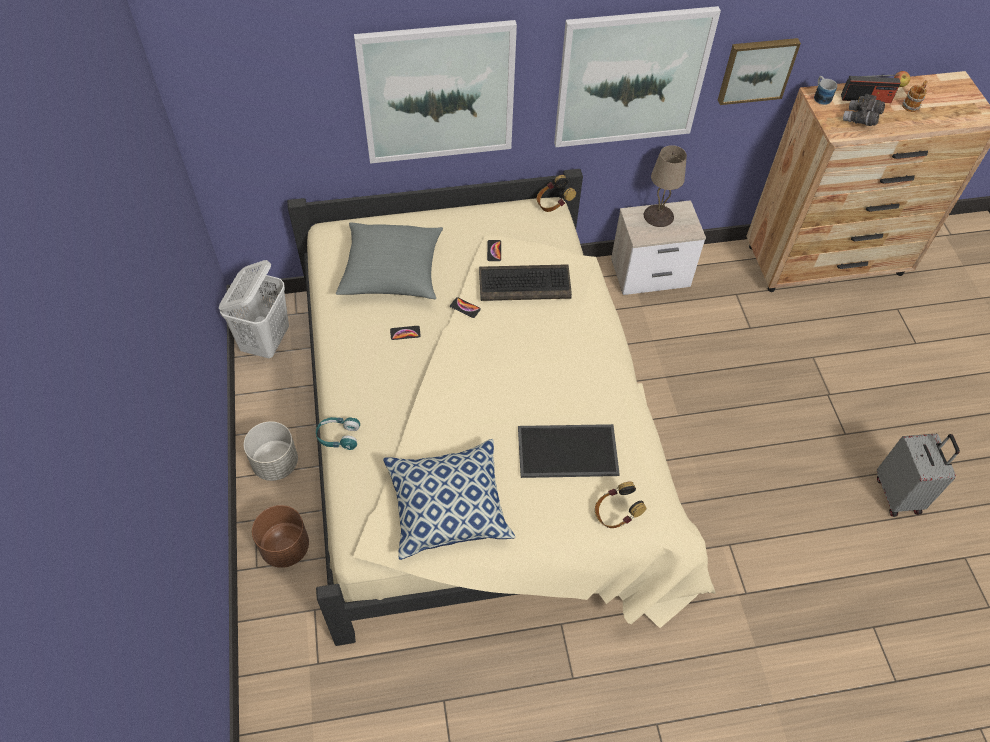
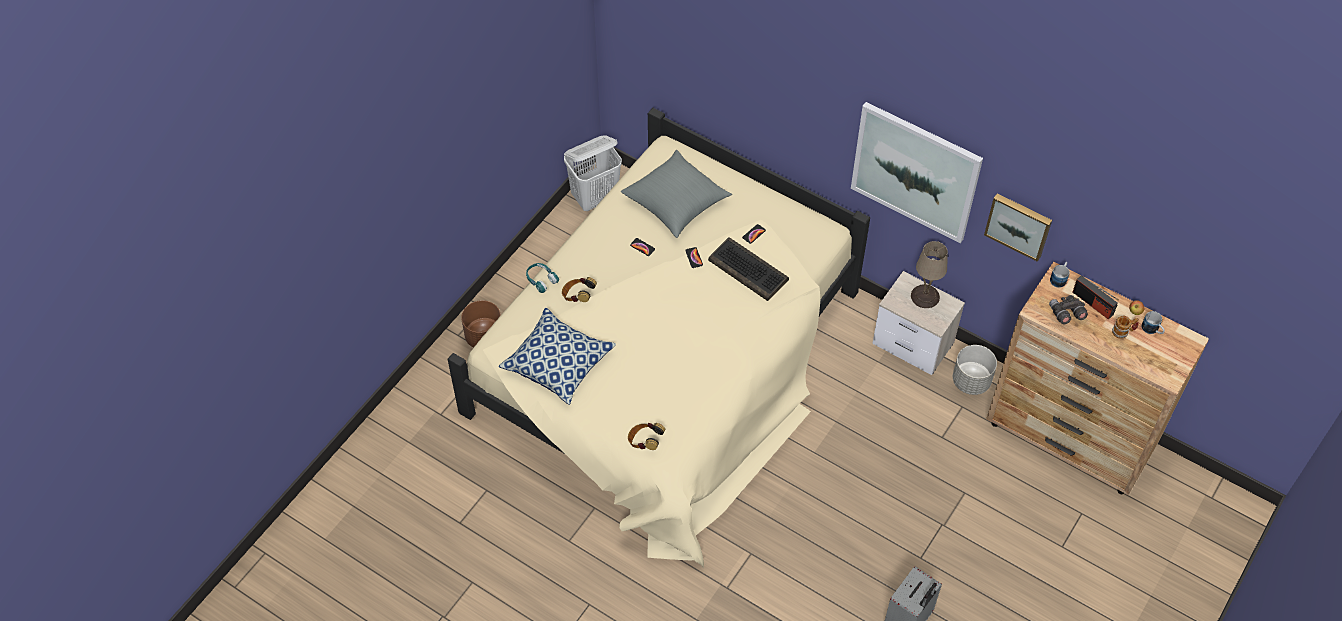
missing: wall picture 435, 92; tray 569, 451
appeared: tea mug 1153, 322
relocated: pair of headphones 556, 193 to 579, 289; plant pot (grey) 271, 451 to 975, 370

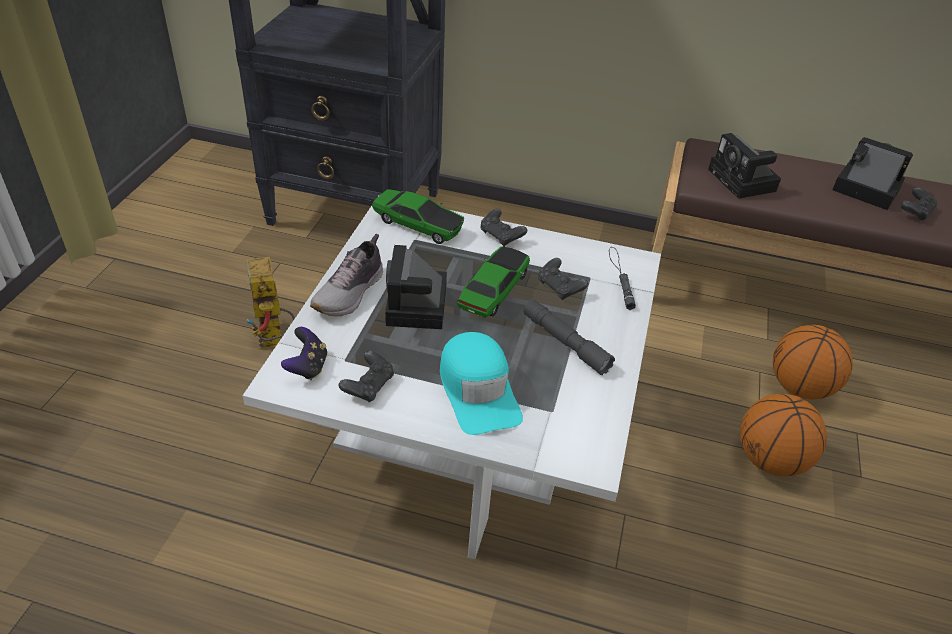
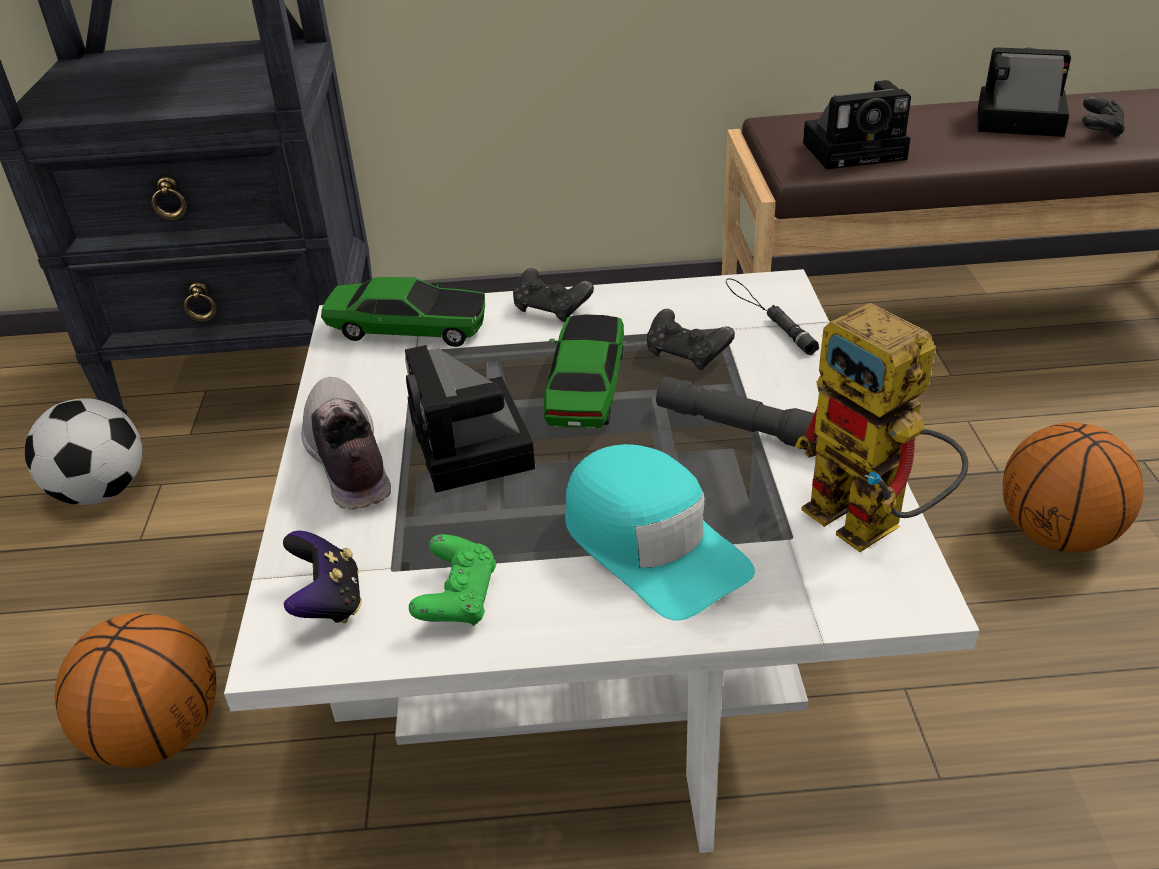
appeared: football ball 83, 451
relocated: ball for basketball 813, 362 to 136, 690; robot figure 270, 303 to 881, 427
colour: game controller (black) 366, 376 to game controller (green) 452, 580
spun: low shoe 346, 275 = 346, 443 150 degrees clockwise; still camera 744, 166 = 857, 125 60 degrees counterclockwise

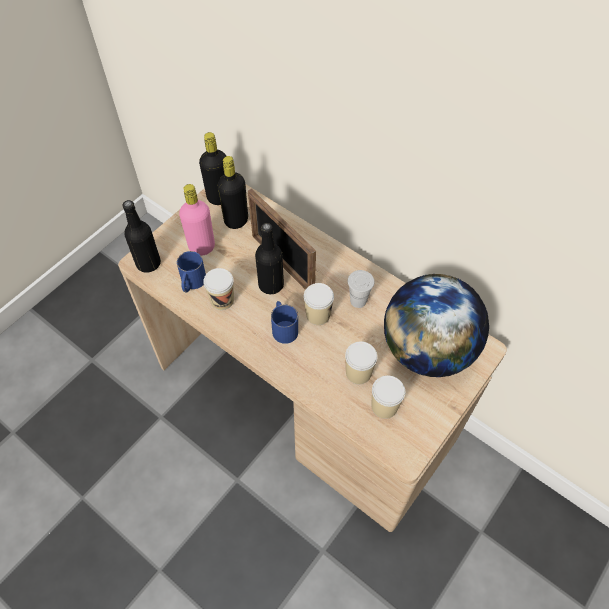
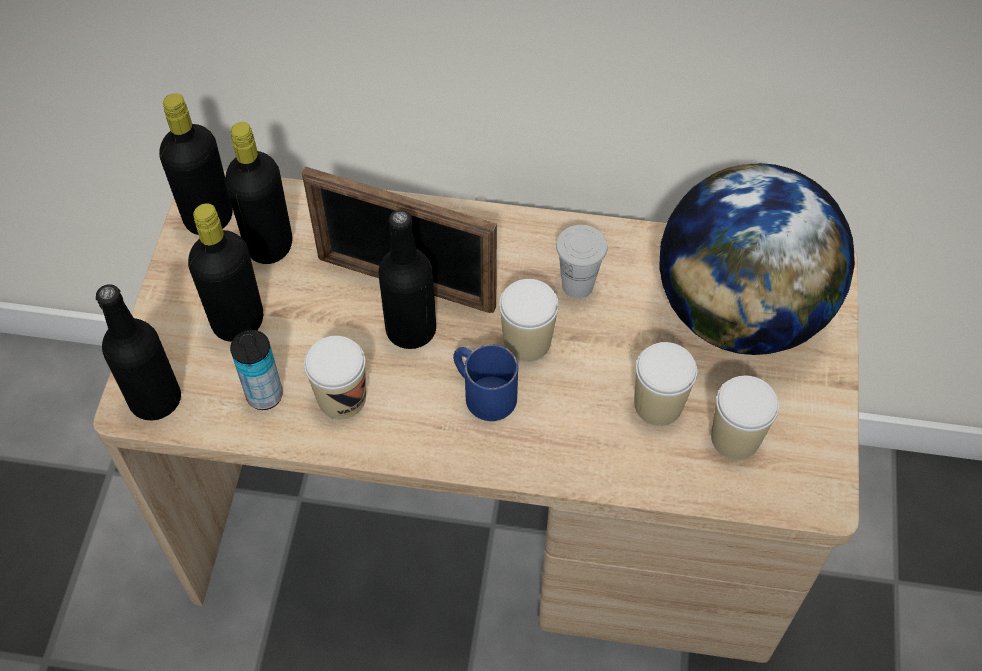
exchanged: tea mug (bluish) 191, 272 to sealed can 256, 370
colour: drink bottle (pink-coloured) 197, 220 to drink bottle (black) 225, 272

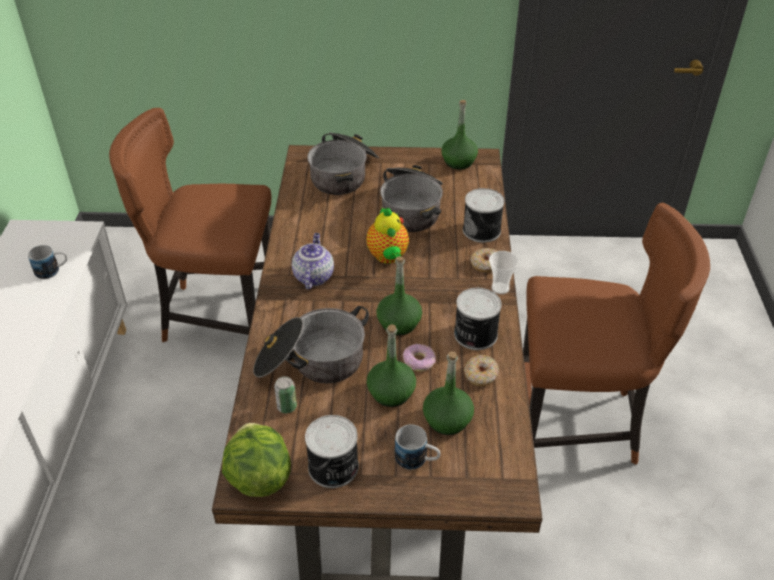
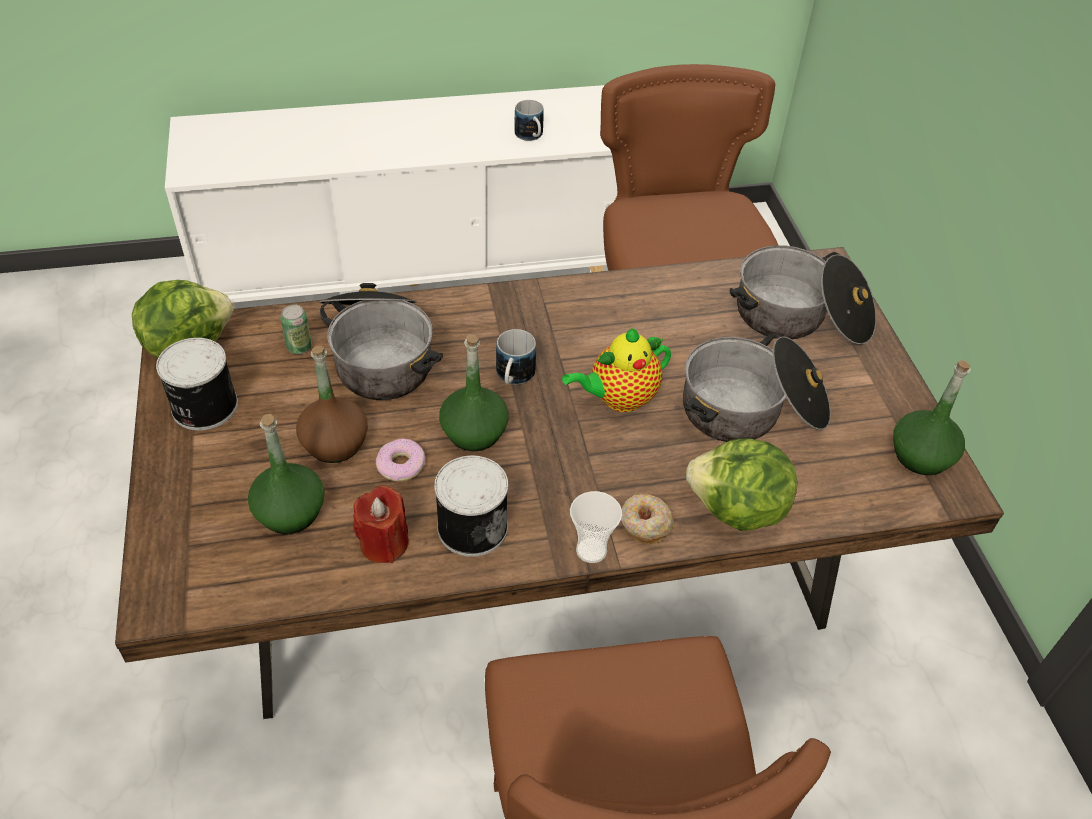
missing: pot for tea 313, 261
relocated: tea mug 417, 447 to 516, 357
exchanged: donut 481, 370 to wax candle (red) 381, 524; sealed can 483, 215 to head of lettuce 742, 484
colour: drink bottle (green) 391, 365 to drink bottle (brownish) 332, 404

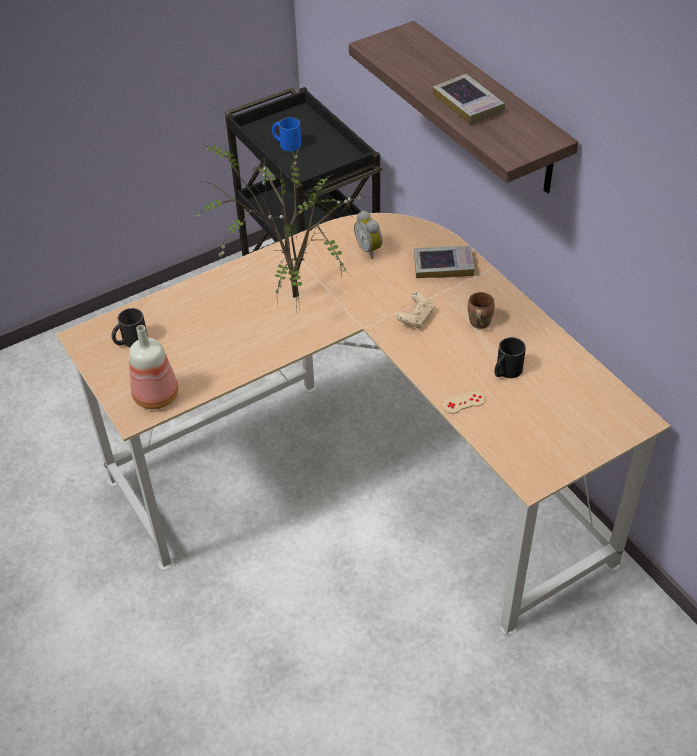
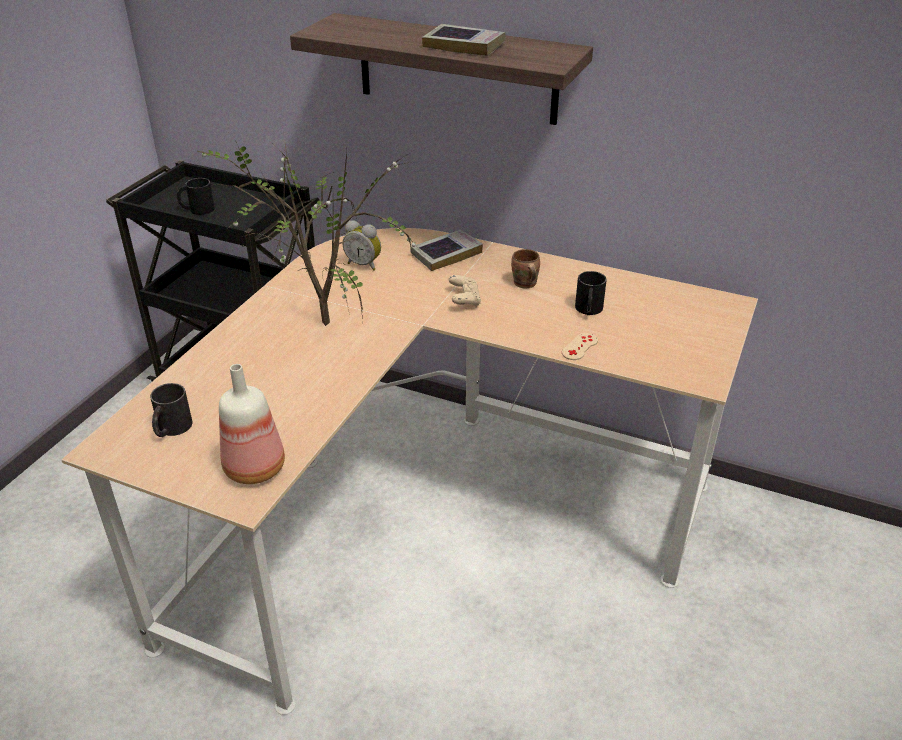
colour: tea mug (bluish) 286, 134 to tea mug (black) 196, 196

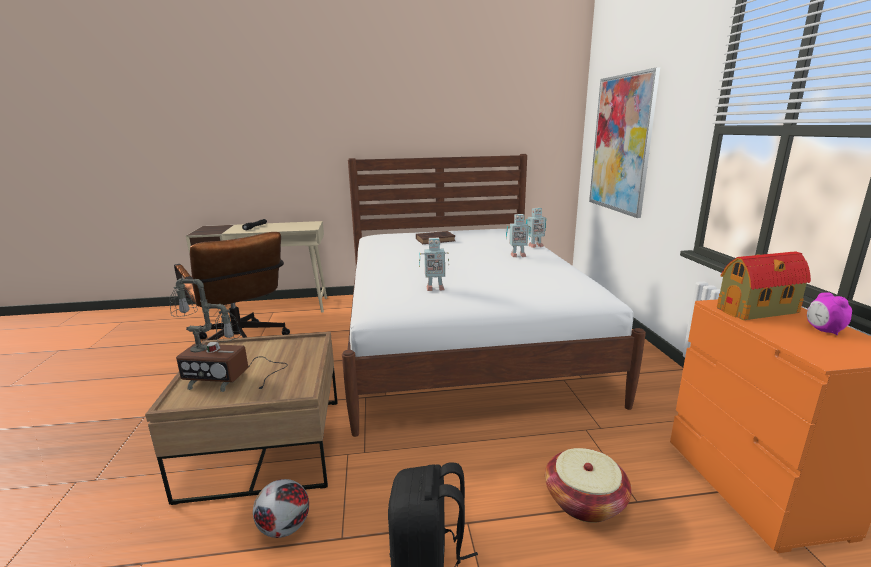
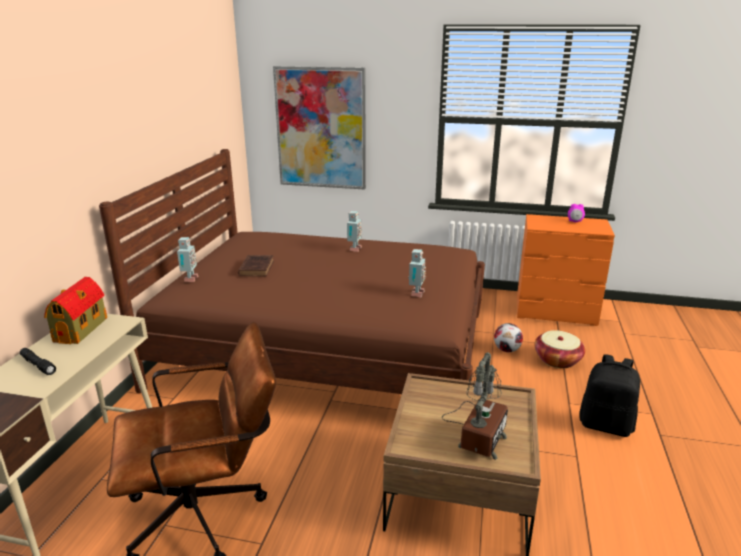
relocated: miniature house 764, 285 to 75, 310; robot figure 536, 228 to 187, 259; football ball 281, 508 to 508, 337
colour: bedroom bed (white) 494, 295 to bedroom bed (brownish) 292, 271

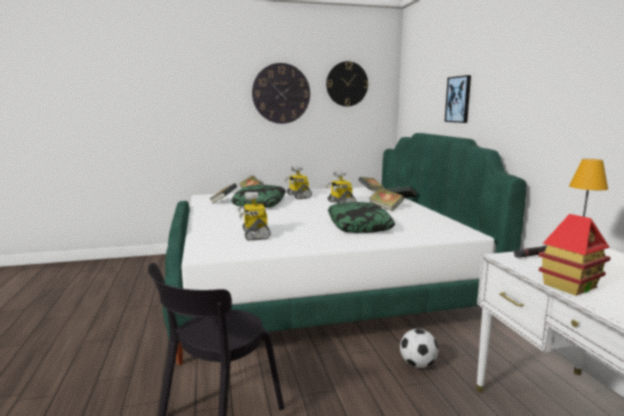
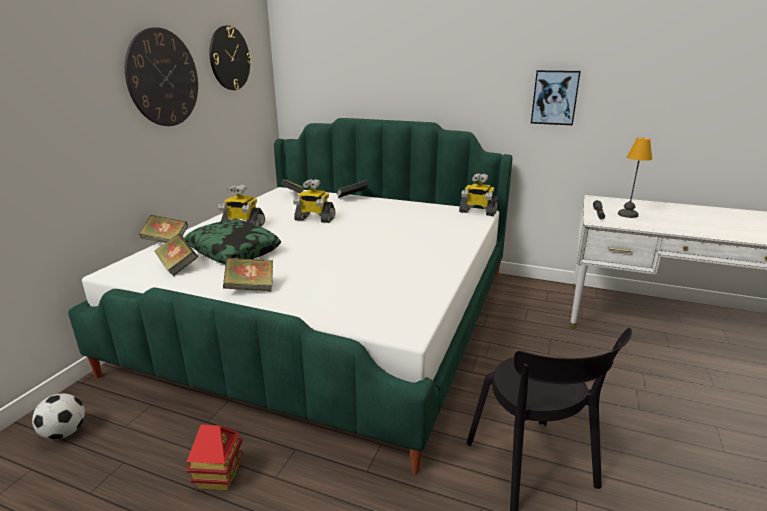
missing: cushion 361, 217
relocated: football ball 419, 348 to 58, 416; miniature house 575, 255 to 214, 457; bound book 386, 199 to 248, 274; robot figure 254, 216 to 478, 194; wall picture 458, 99 to 556, 97

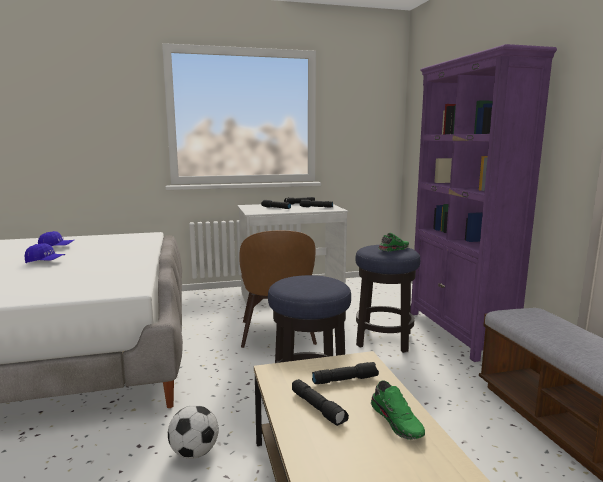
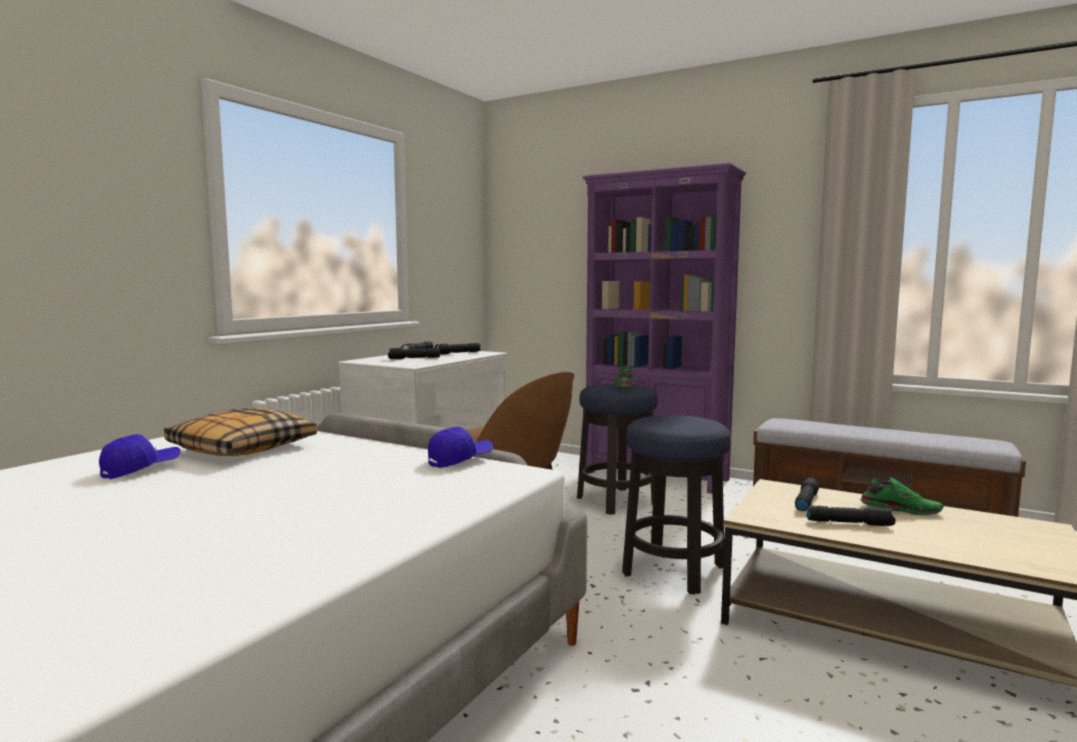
missing: football ball 193, 432
appeared: cushion 240, 432
relocated: cap (bluish) 45, 253 to 460, 447

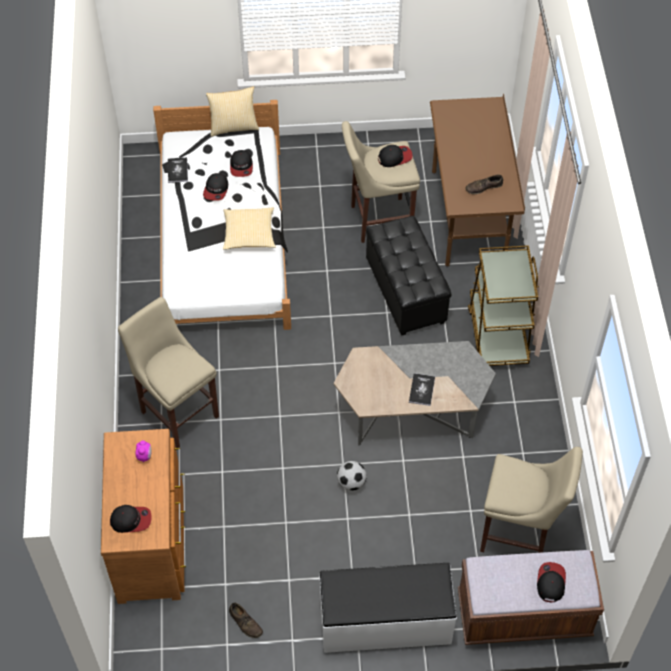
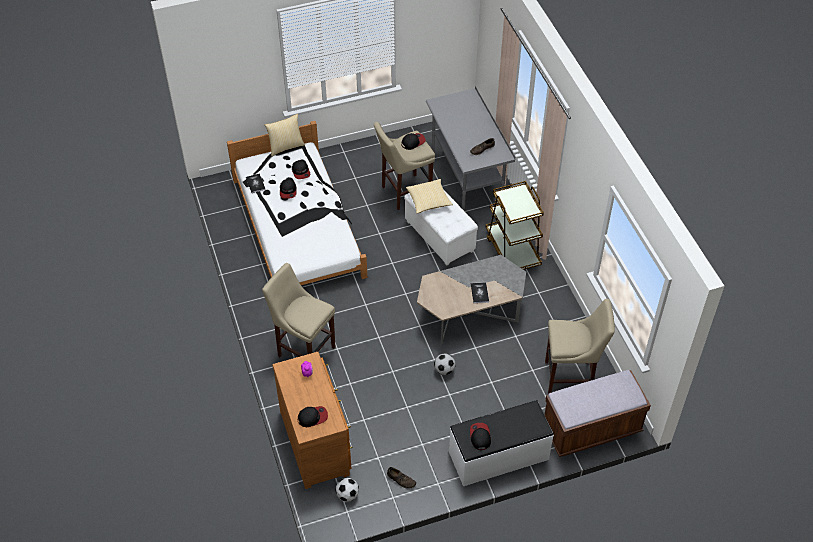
appeared: football ball 347, 490
relocated: cushion 249, 228 to 429, 196; cap 551, 582 to 480, 436
colour: footrest (black) 409, 276 to footrest (white) 441, 227; desk table (brownish) 477, 180 to desk table (grey) 470, 148

